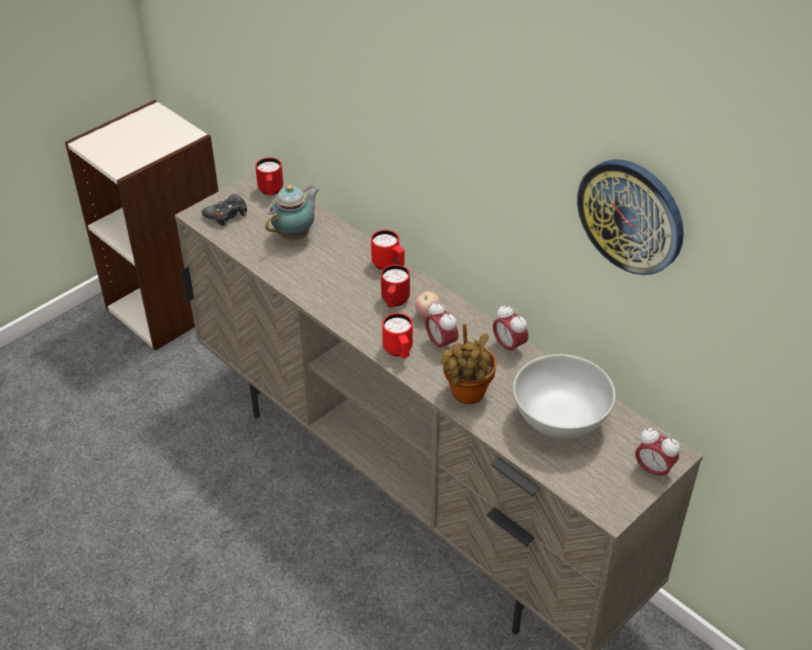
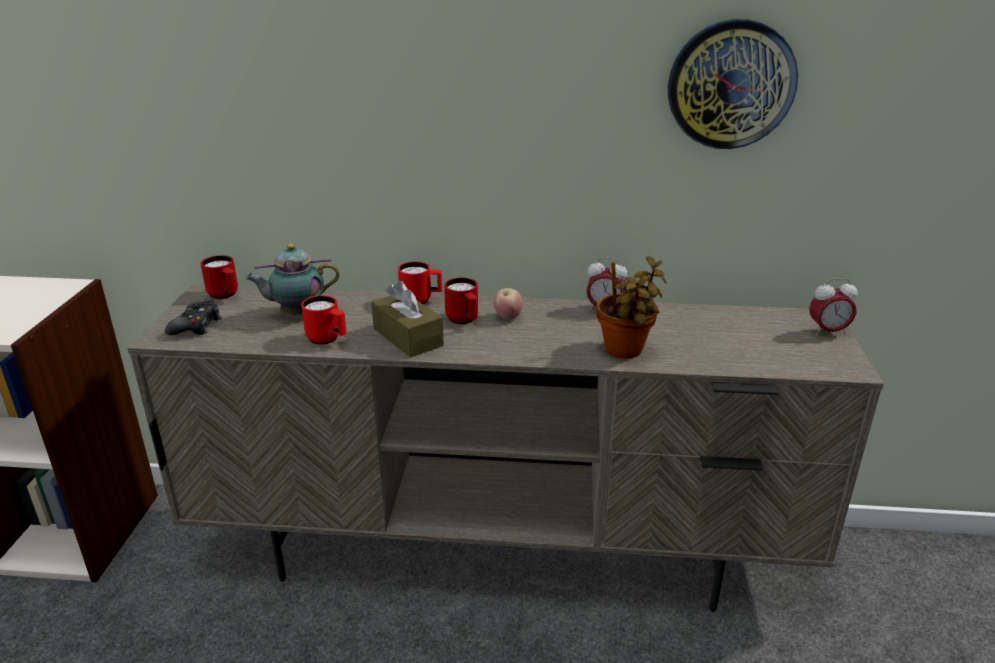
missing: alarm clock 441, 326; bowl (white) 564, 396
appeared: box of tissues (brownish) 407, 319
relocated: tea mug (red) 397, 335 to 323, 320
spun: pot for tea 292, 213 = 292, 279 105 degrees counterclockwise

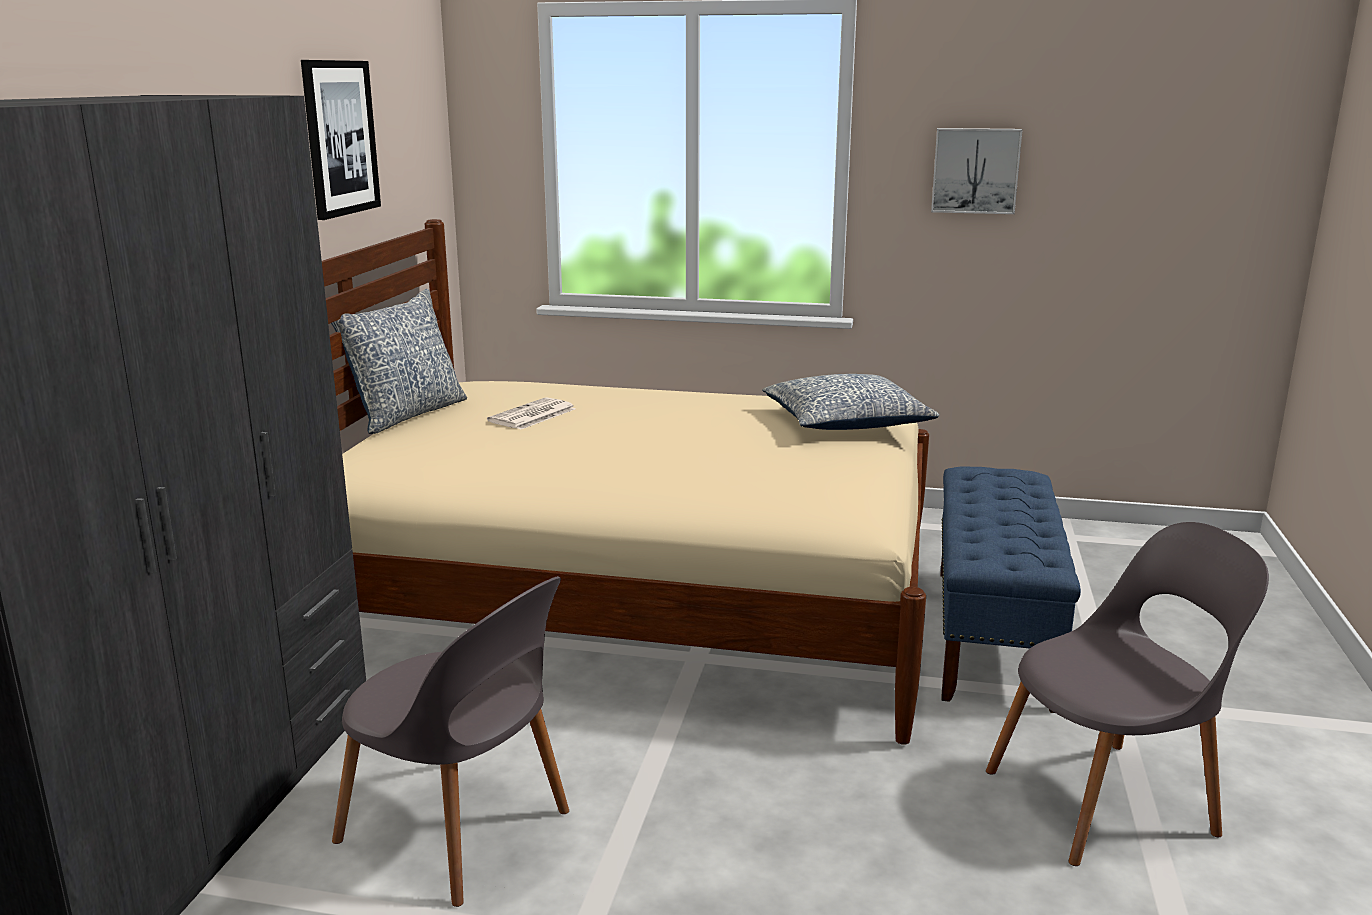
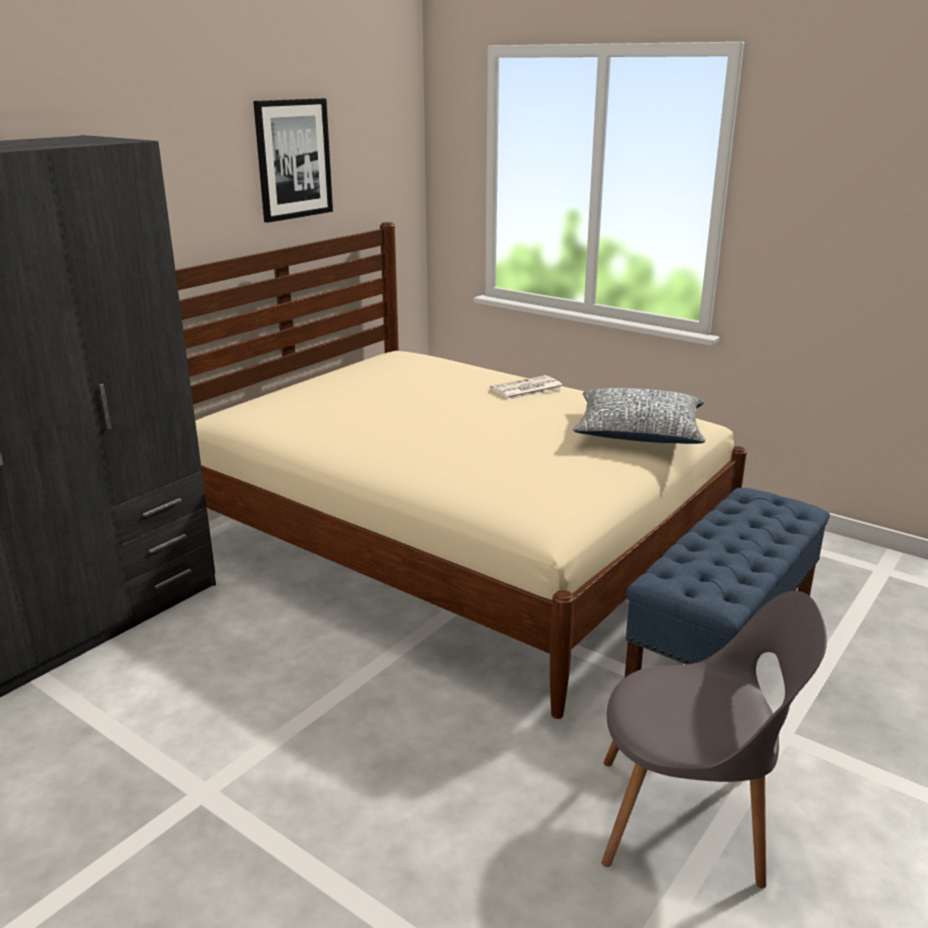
missing: cushion 399, 361; plain chair (grey) 450, 741; wall picture 977, 171
relocated: printed paper 531, 413 to 527, 387

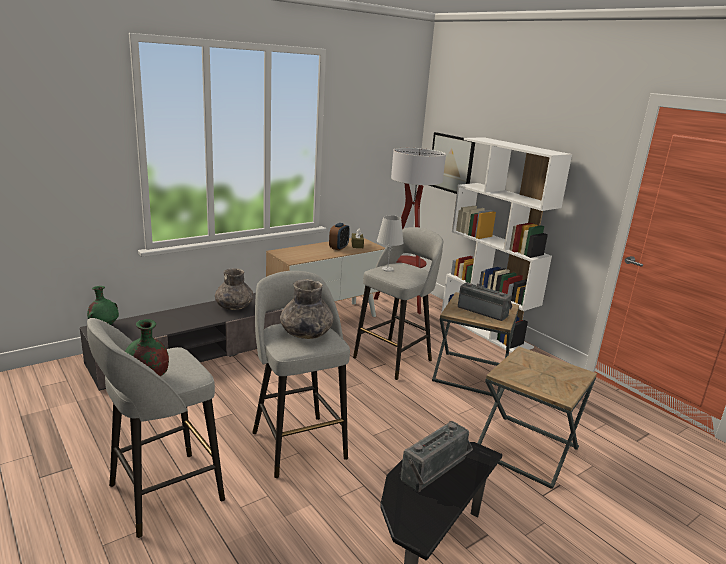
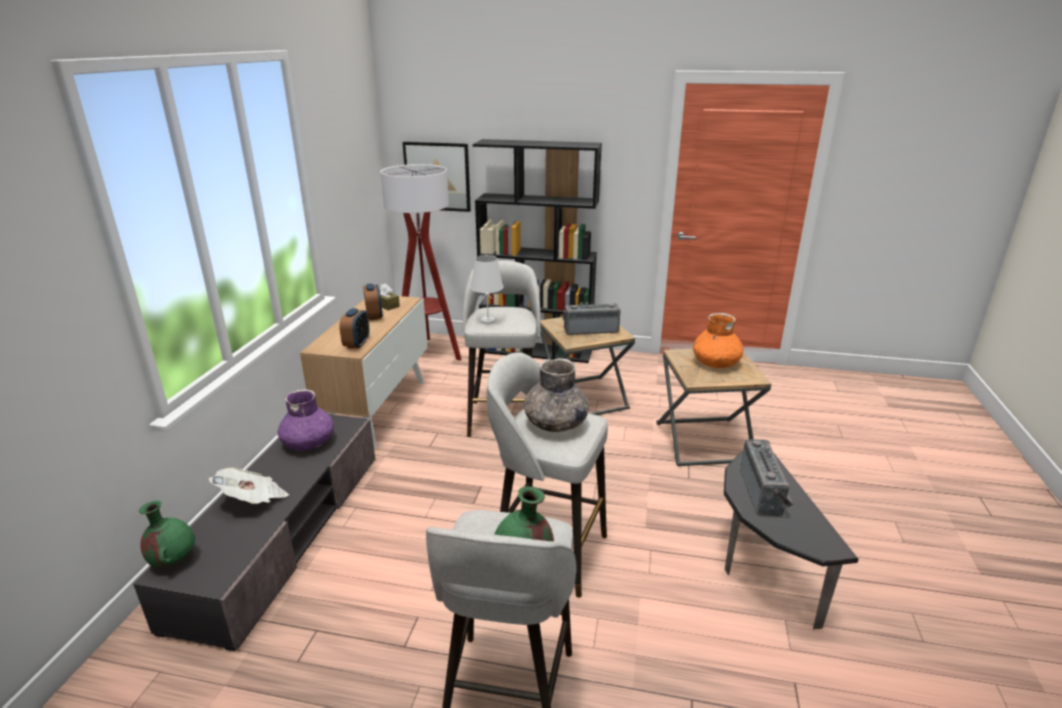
appeared: printed paper 248, 485; alarm clock 354, 328; decorative vase (orange-coloured) 718, 340
colour: decorative vase (grey) 234, 289 to decorative vase (purplish) 306, 419; bookcase (white) 507, 245 to bookcase (black) 537, 251

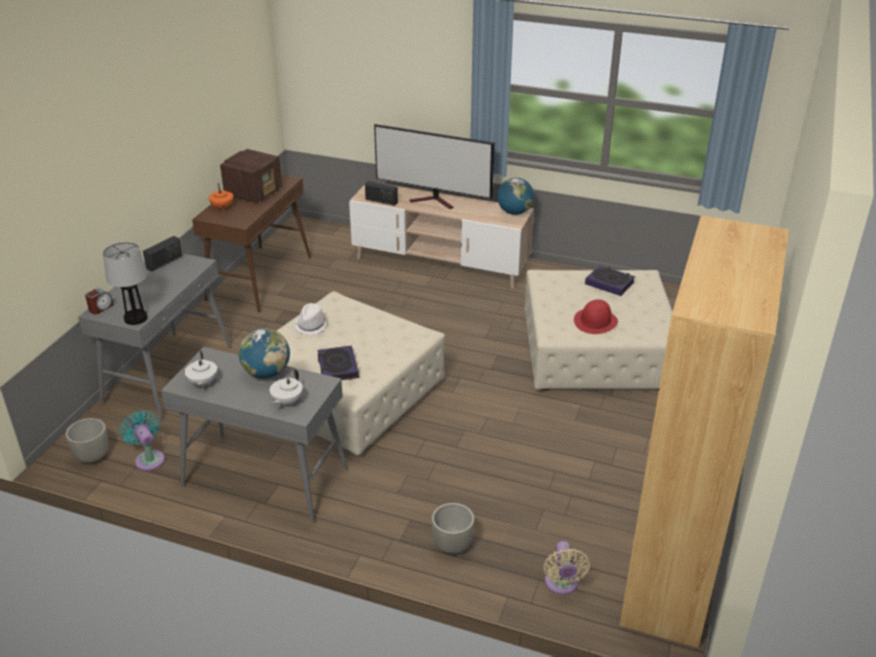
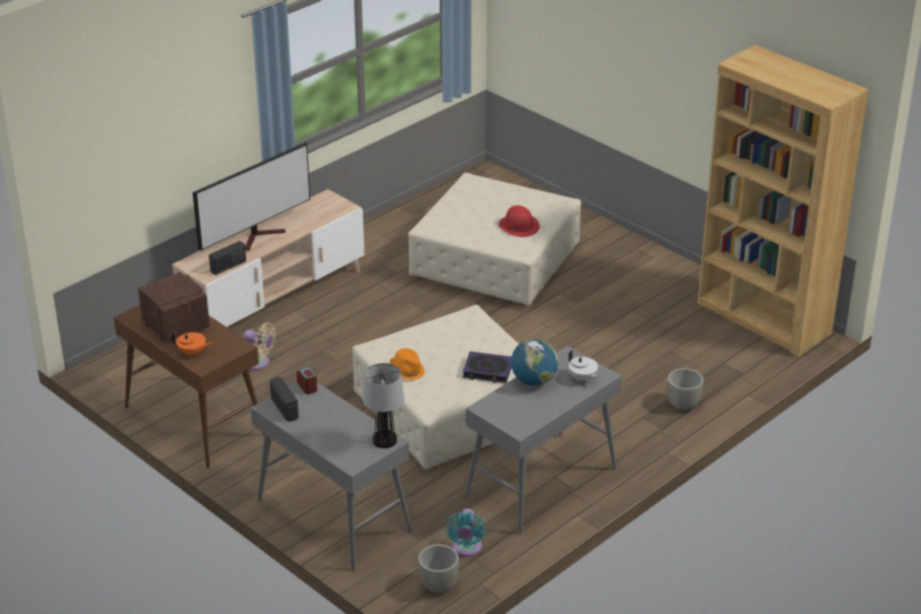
missing: pot for tea (white) 201, 369; globe 515, 196; bound book 610, 280
relocated: cooling fan (beige) 566, 568 to 259, 346; alarm clock 99, 301 to 307, 381
colour: wearable hat (white) 311, 319 to wearable hat (orange-coloured) 407, 364
spun: cooling fan (turquoise) 142, 440 = 465, 533 75 degrees counterclockwise

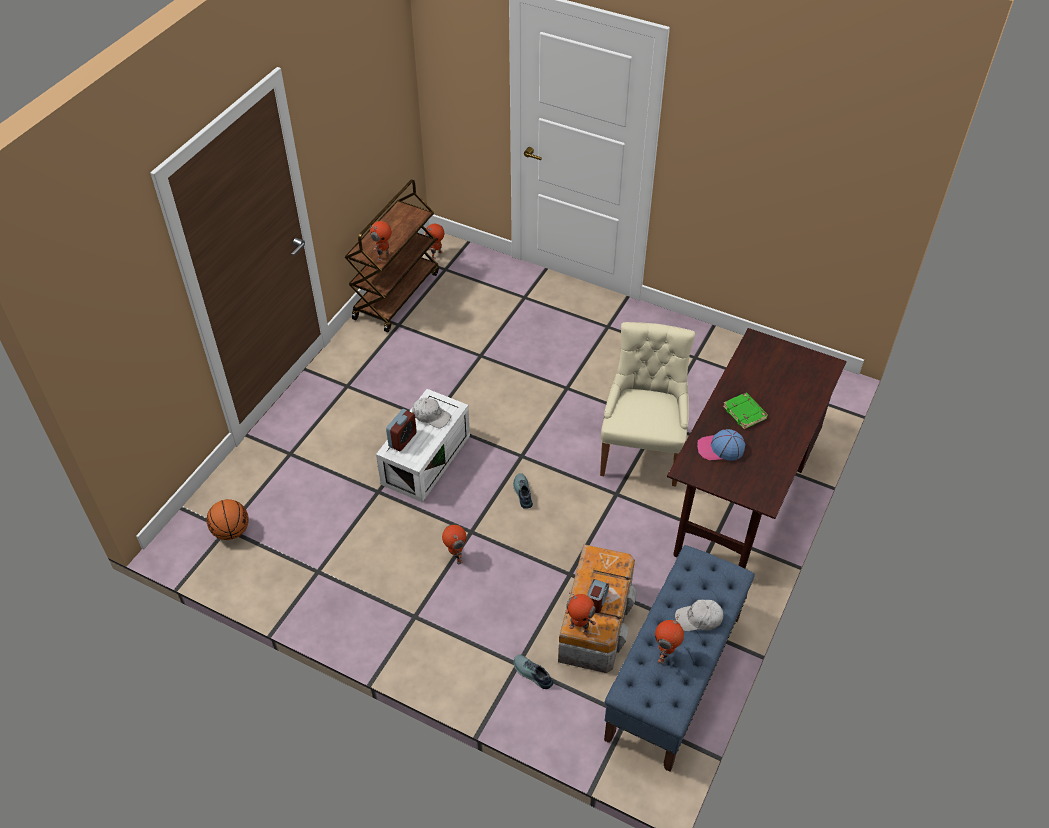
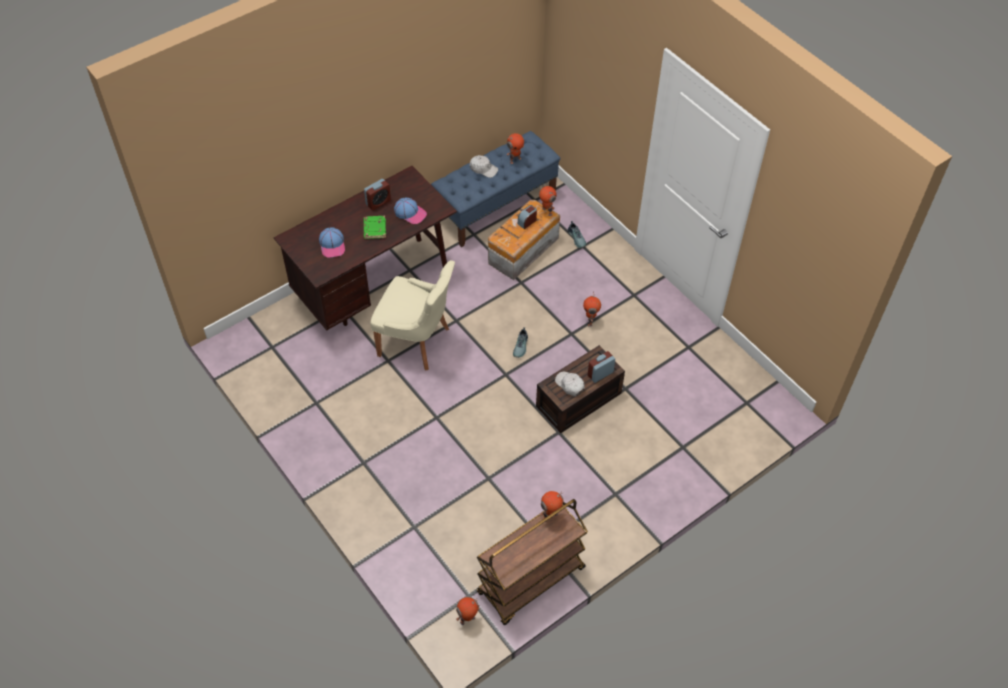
missing: ball for basketball 228, 519
appeared: cap 332, 242; alarm clock 377, 194
colour: storage container (white) 423, 445 to storage container (brownish) 580, 389
spun: plain chair (beige) 647, 404 = 412, 315 105 degrees counterclockwise

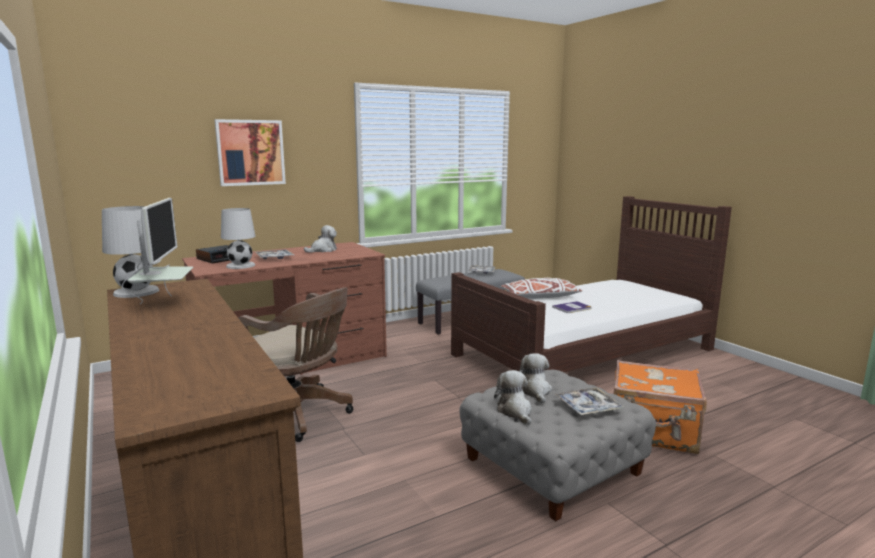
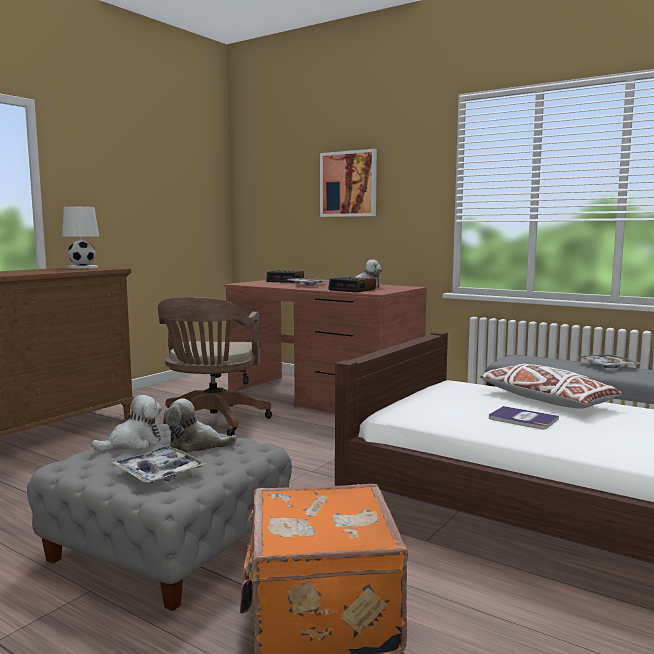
missing: computer display 157, 251; table lamp (white) 238, 238
appeared: alarm clock 352, 284
spun: soft toy 535, 378 = 200, 425 150 degrees counterclockwise

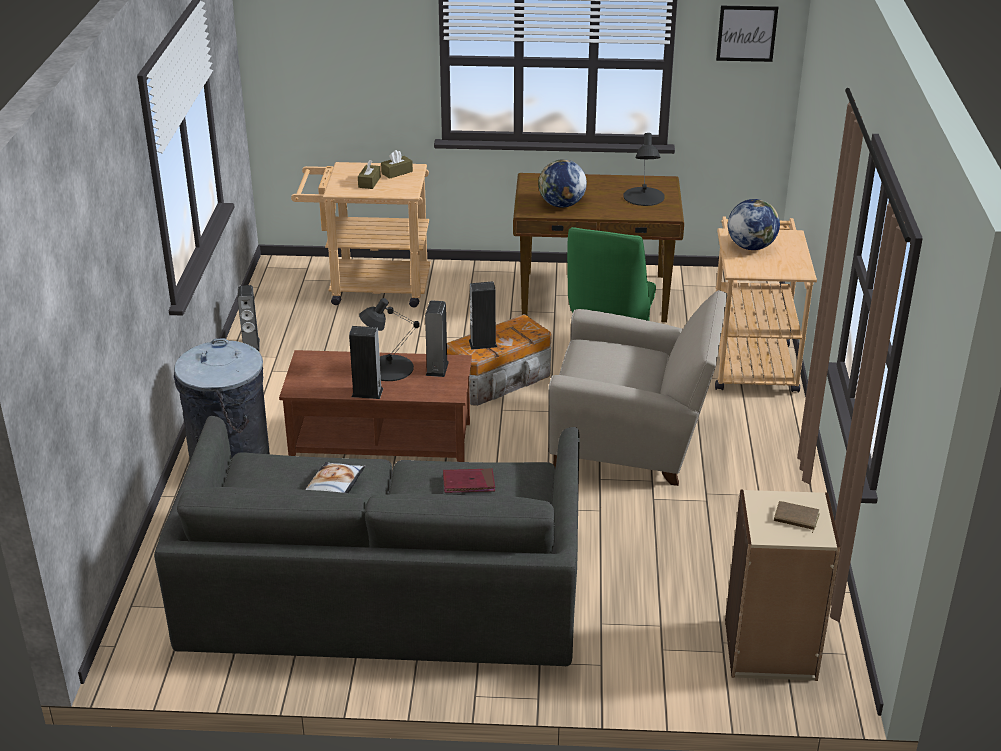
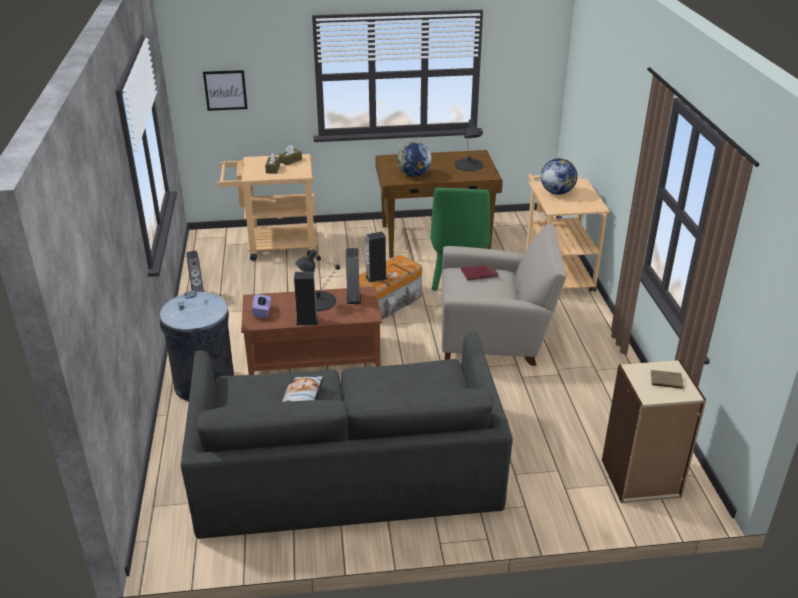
appeared: box of tissues (purplish) 261, 306
relocated: wall picture 747, 34 to 225, 90; bound book (red) 469, 480 to 479, 272

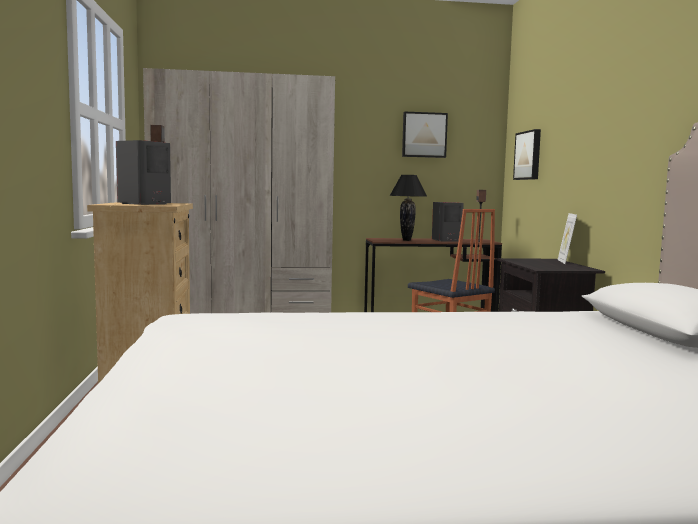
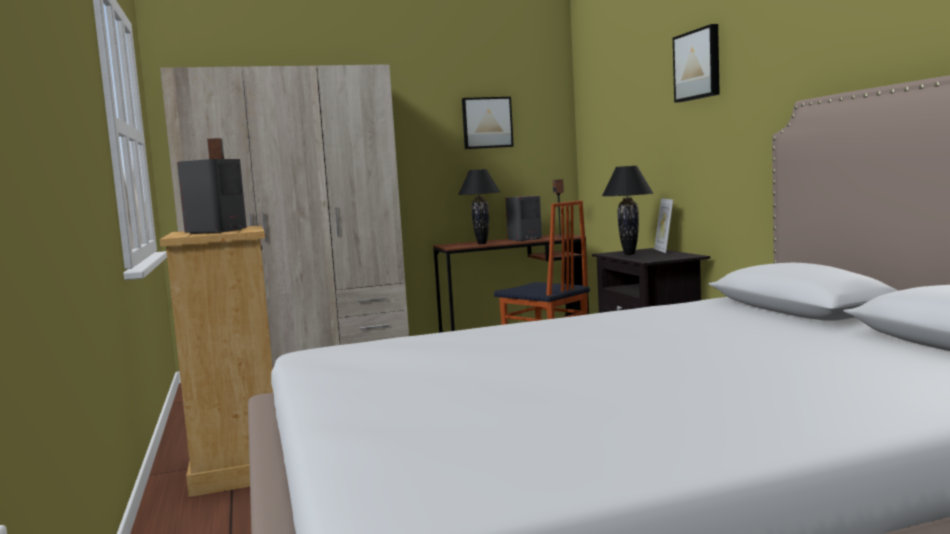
appeared: table lamp (black) 627, 210
relocated: wall picture 527, 154 to 696, 63

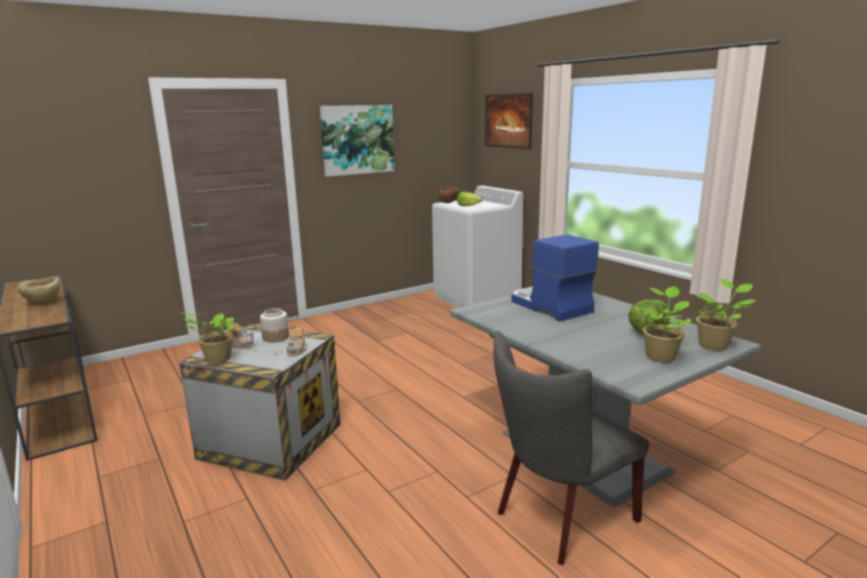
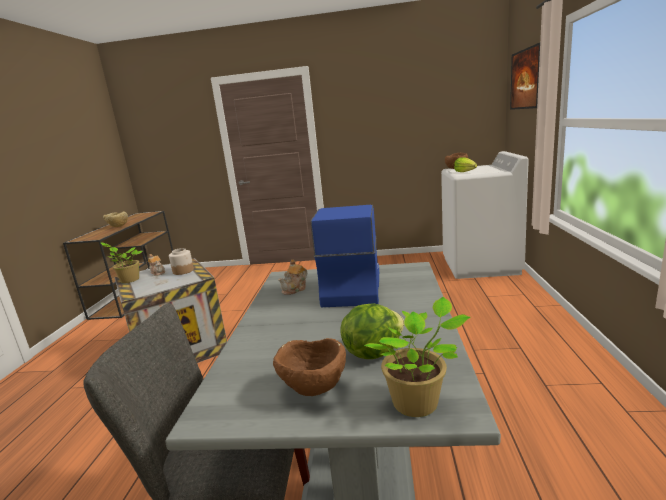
missing: wall picture 357, 141
relocated: pot for tea 296, 340 to 292, 277
exchanged: houseplant 663, 324 to bowl (brownish) 309, 367

